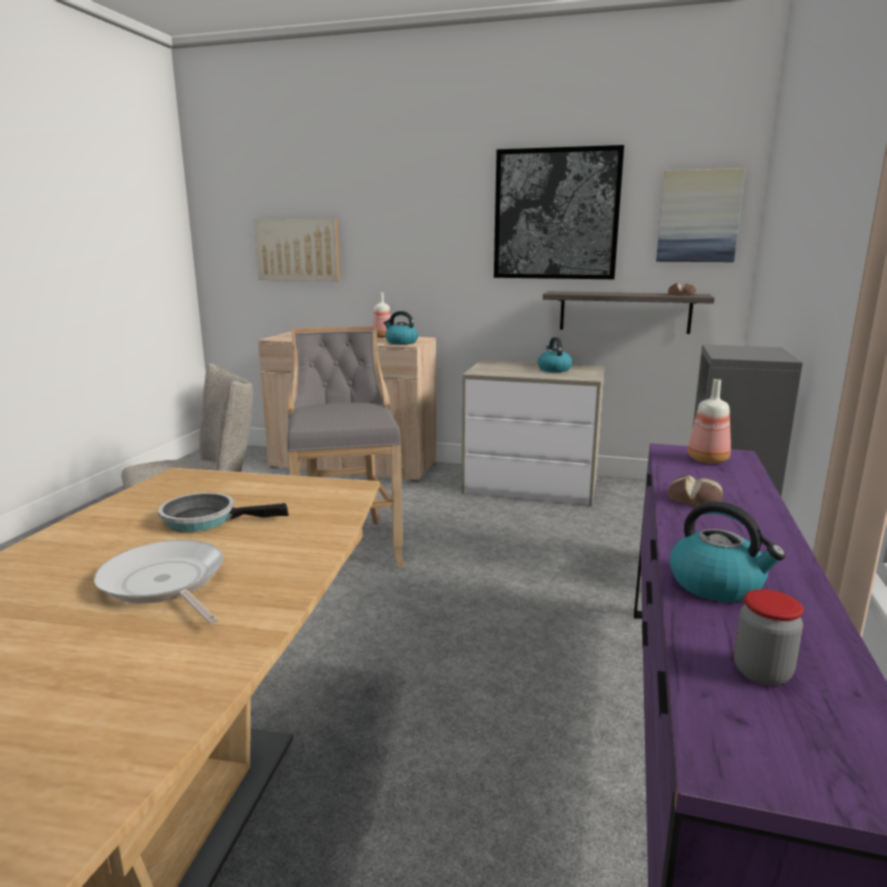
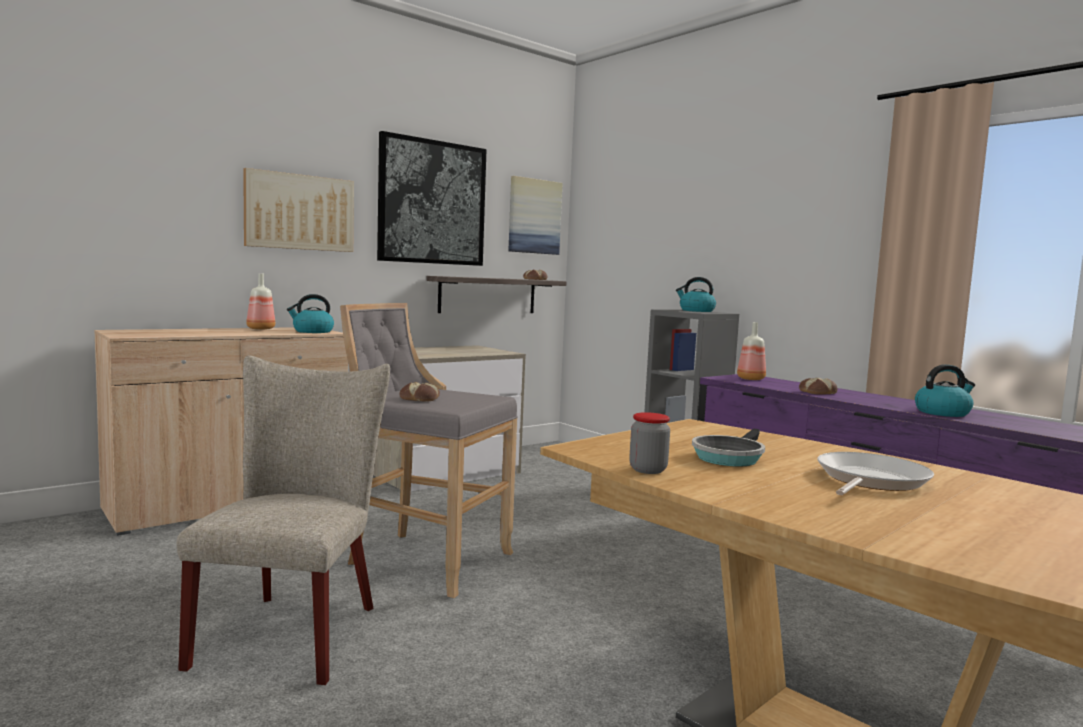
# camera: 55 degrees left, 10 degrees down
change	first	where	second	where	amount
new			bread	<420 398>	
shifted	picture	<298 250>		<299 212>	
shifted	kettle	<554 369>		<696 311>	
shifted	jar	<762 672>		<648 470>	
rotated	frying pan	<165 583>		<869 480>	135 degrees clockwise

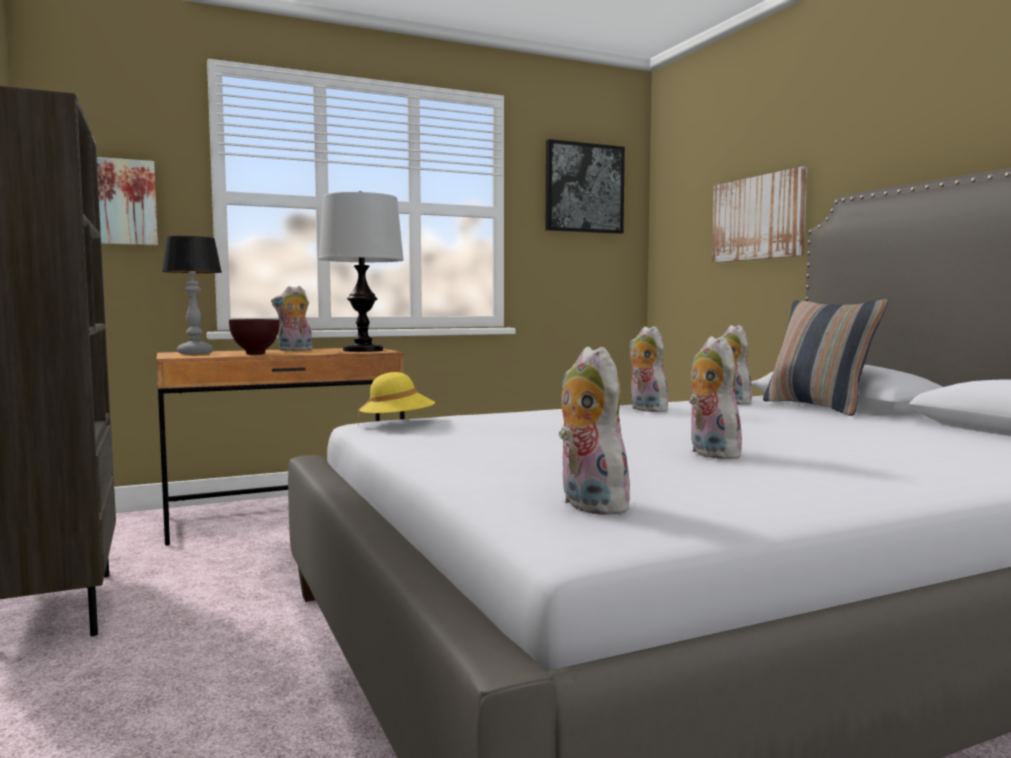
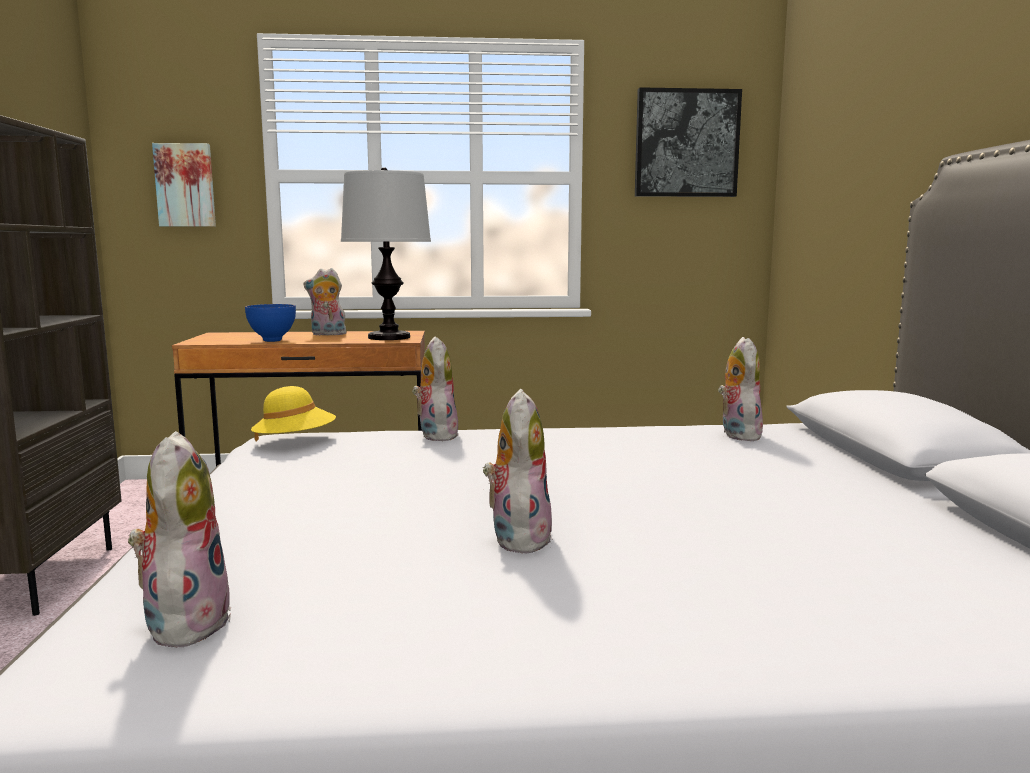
# camera: 20 degrees right, 5 degrees up
change	first	where	second	where	amount
gone	table lamp	<194 353>			
gone	picture	<758 218>			
gone	pillow	<818 407>			
shifted	plush toy	<645 409>		<435 435>	
repainted	brown bowl	<255 354>	blue bowl	<271 341>	

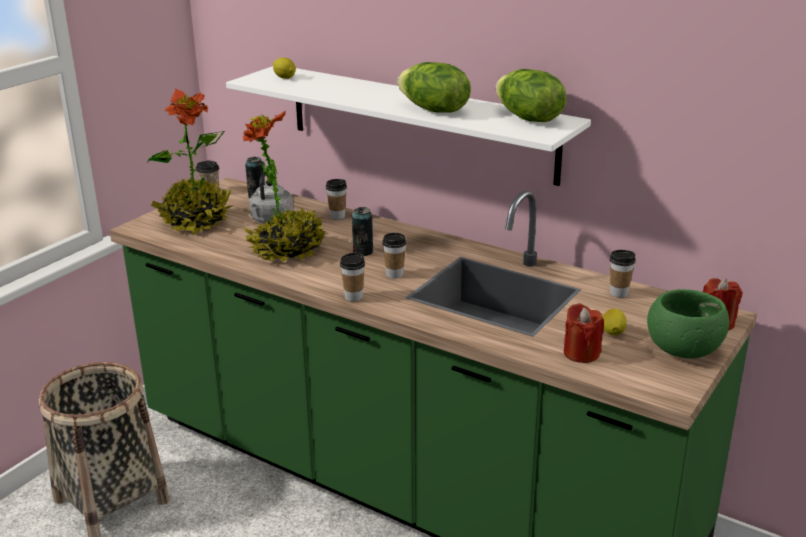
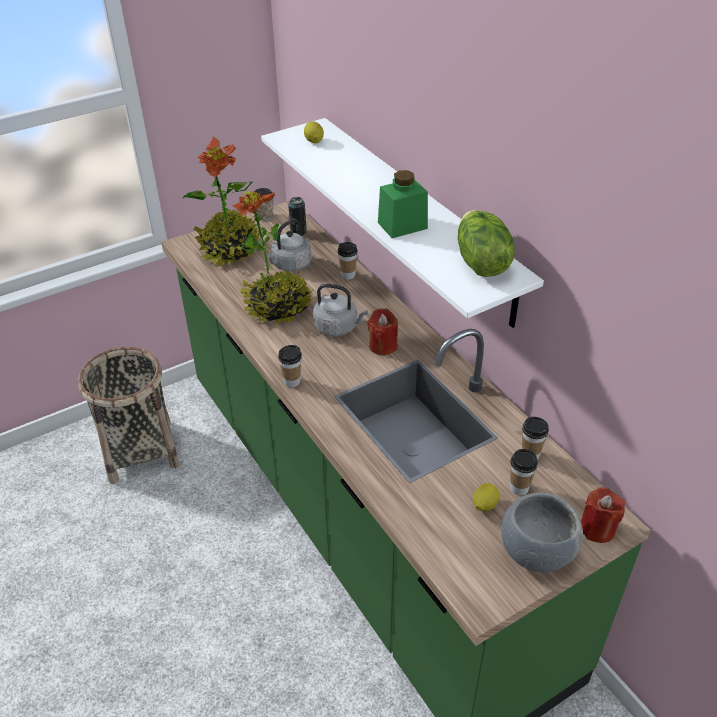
# camera: 25 degrees right, 15 degrees up
change	first	where	second	where	amount
shifted	cup	<394 274>		<519 488>	
shifted	red candle	<581 353>		<383 346>	
swapped	can	<363 252>	grey kettle	<338 327>	
swapped	lettuce	<433 110>	green jar	<402 225>	
repainted	green bowl	<683 349>	grey bowl	<537 551>	

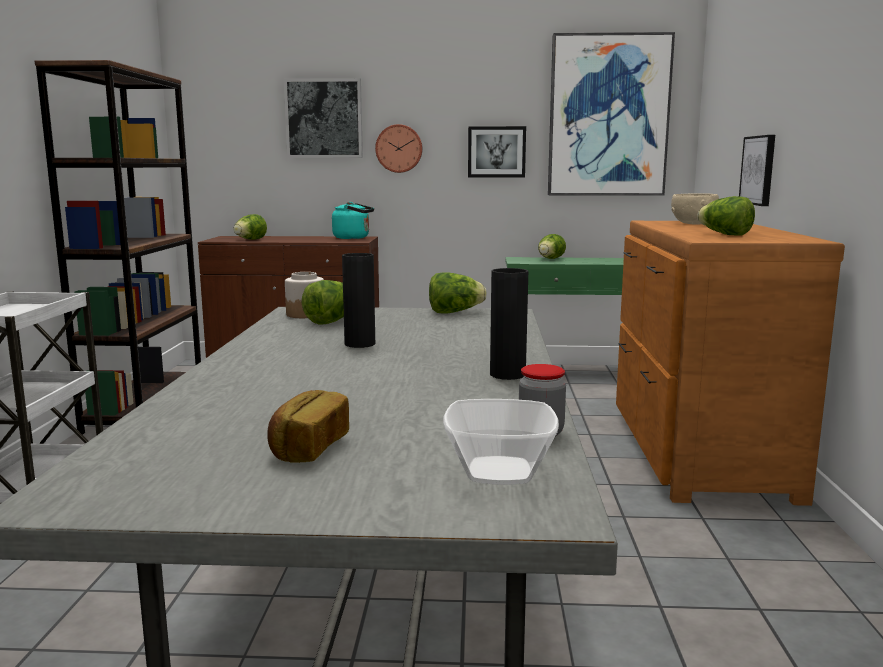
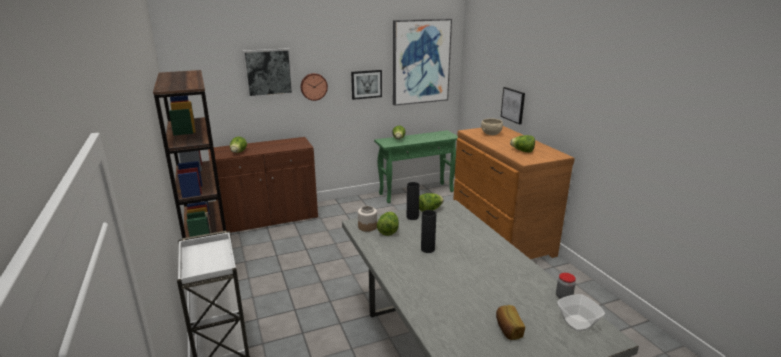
# camera: 25 degrees left, 10 degrees up
change	first	where	second	where	amount
gone	turquoise kettle	<353 238>			
shifted	black vase	<507 374>		<412 217>	

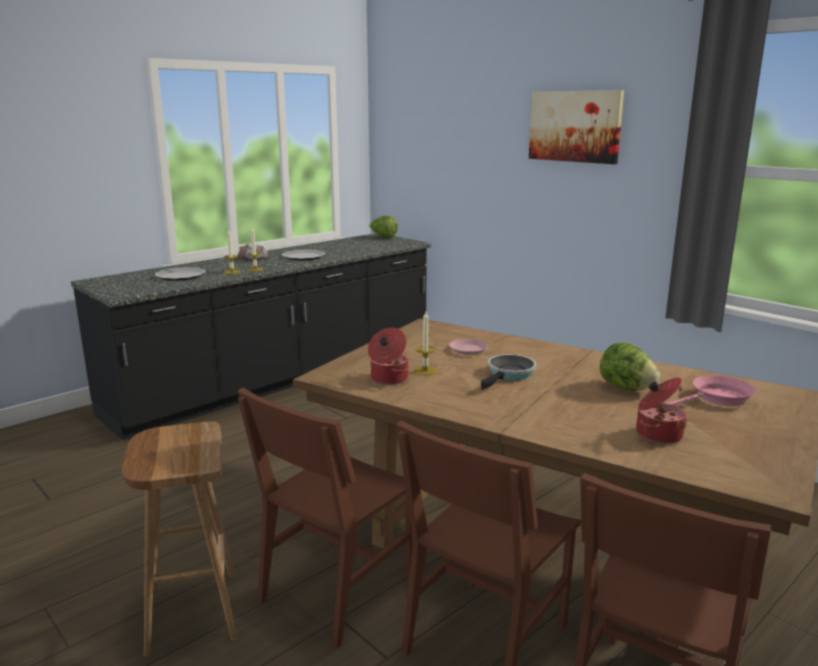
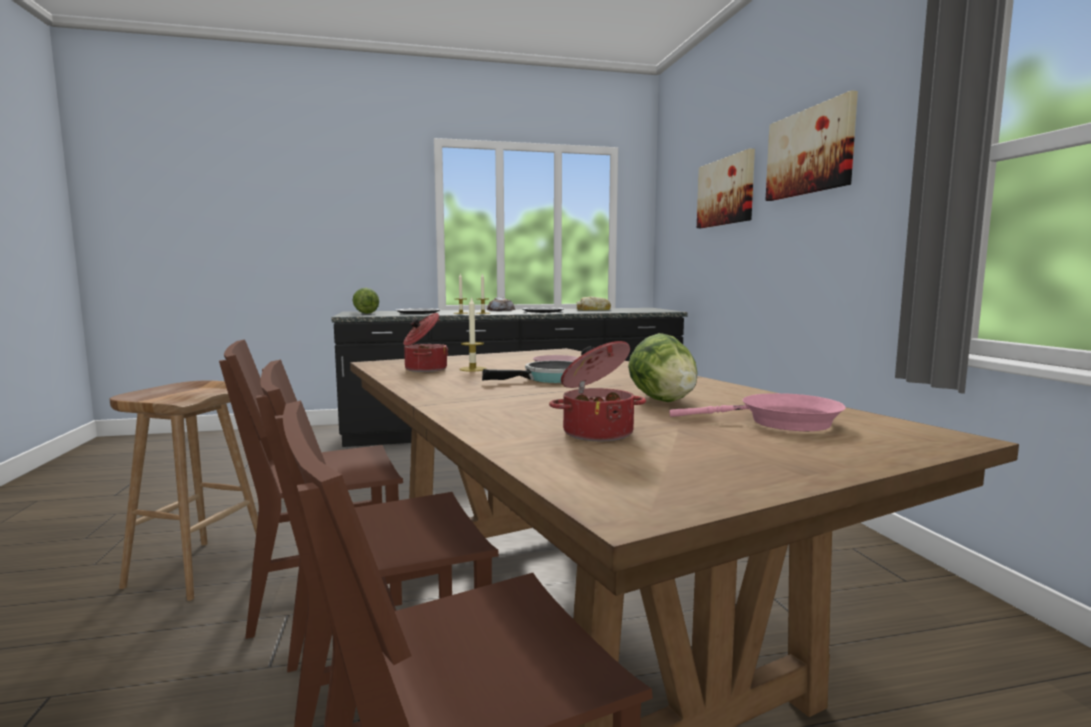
# camera: 30 degrees right, 10 degrees down
change	first	where	second	where	amount
new			bread	<593 310>	
new			picture	<726 192>	
shifted	lettuce	<383 237>		<366 313>	

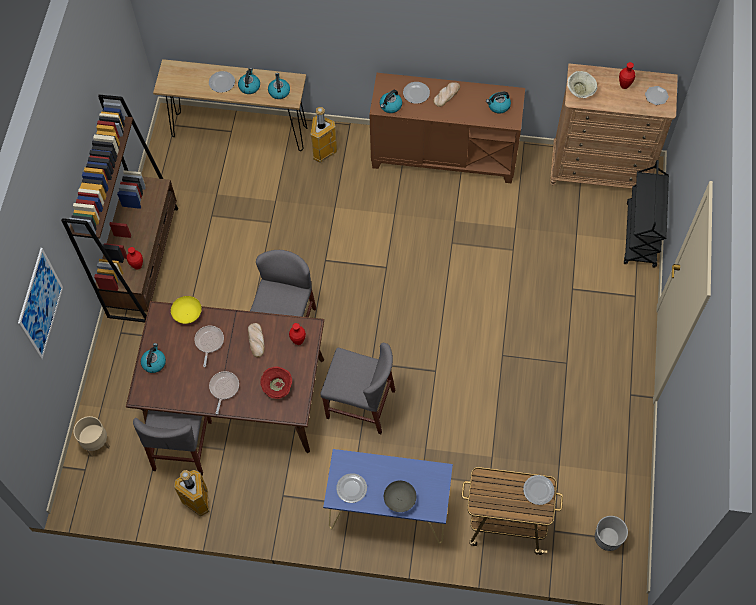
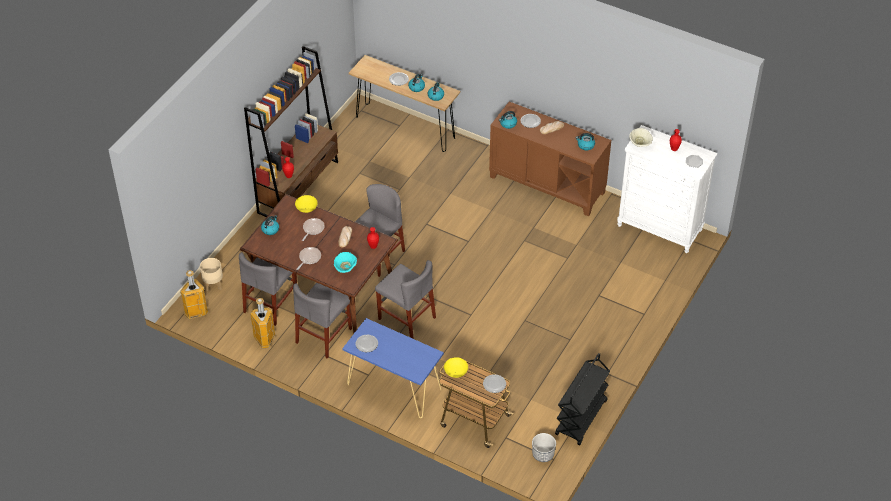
# camera: 20 degrees right, 15 degrees down
change	first	where	second	where	amount
gone	picture	<40 304>			
gone	grey bowl	<400 499>			
new			grey chair	<324 335>	
new			yellow bowl	<455 372>	
shifted	trash can	<323 152>		<196 312>	
shifted	black cart	<641 235>		<581 418>	
repainted	red bowl	<277 387>	turquoise bowl	<345 268>	
repainted	brown dresser	<599 171>	white dresser	<660 228>	

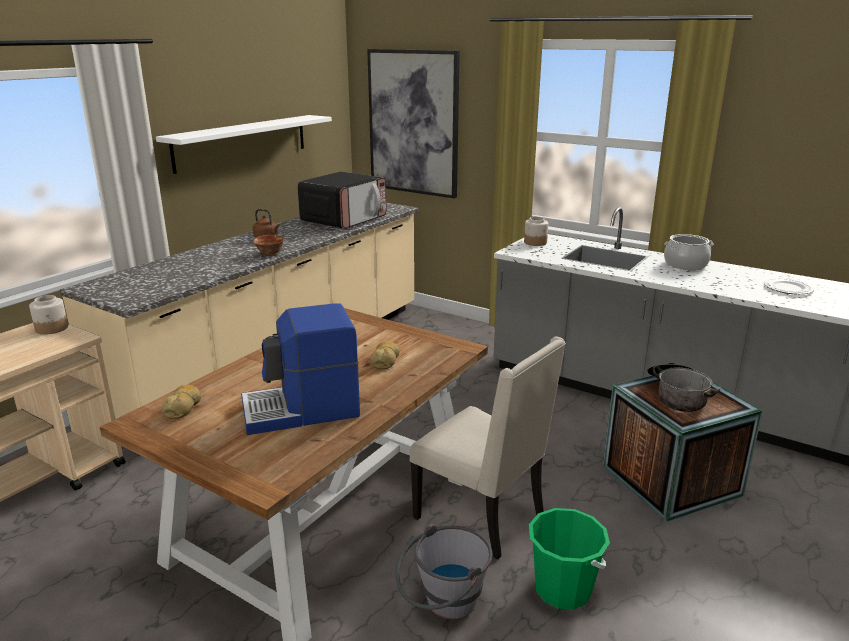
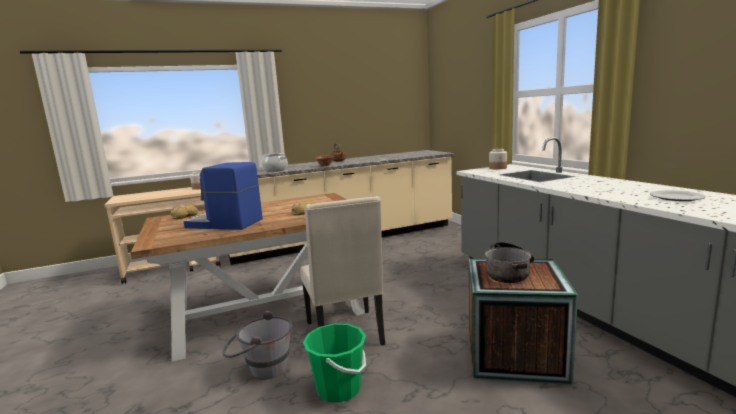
# camera: 35 degrees right, 10 degrees down
change	first	where	second	where	amount
gone	white shelf	<242 142>			
gone	microwave	<344 220>			
gone	picture	<413 123>			
shifted	cooking pot	<685 265>		<275 170>	

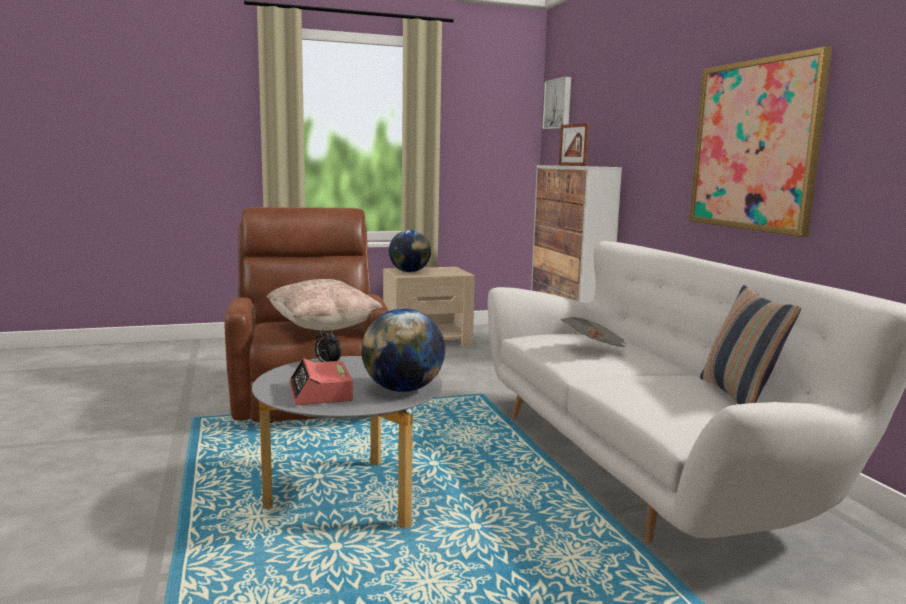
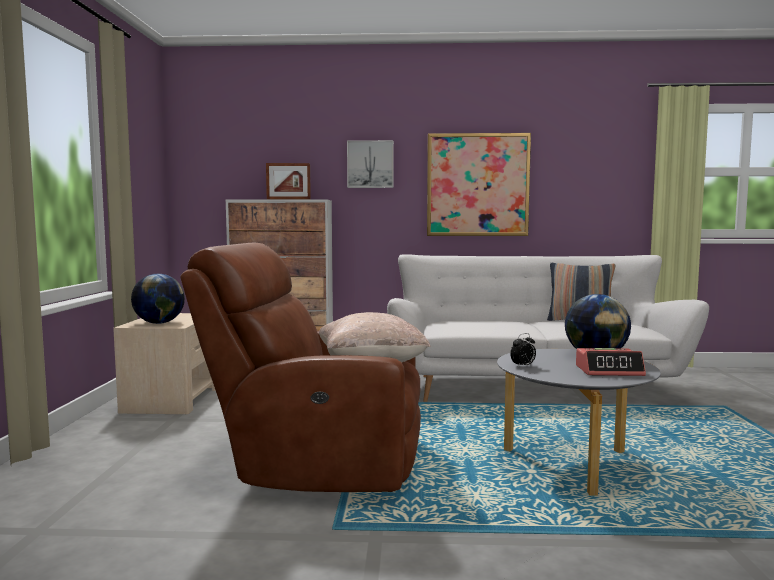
# camera: 70 degrees left, 5 degrees down
change	first	where	second	where	amount
gone	newspaper	<595 350>			
shifted	picture	<559 104>		<370 164>	

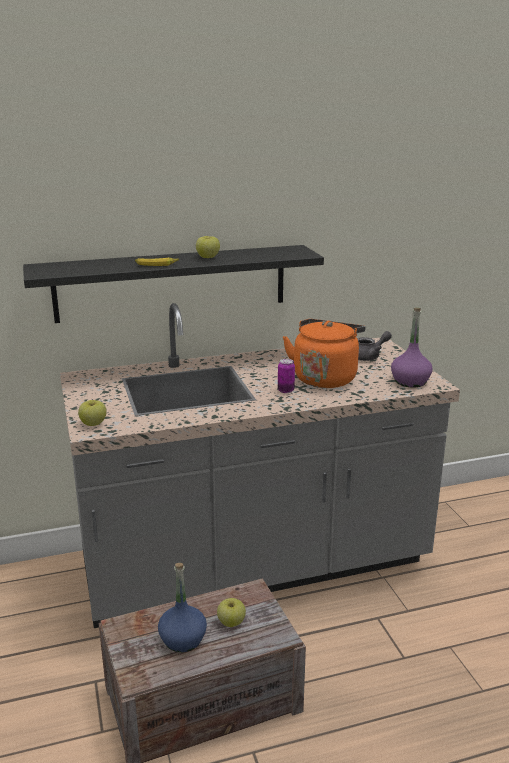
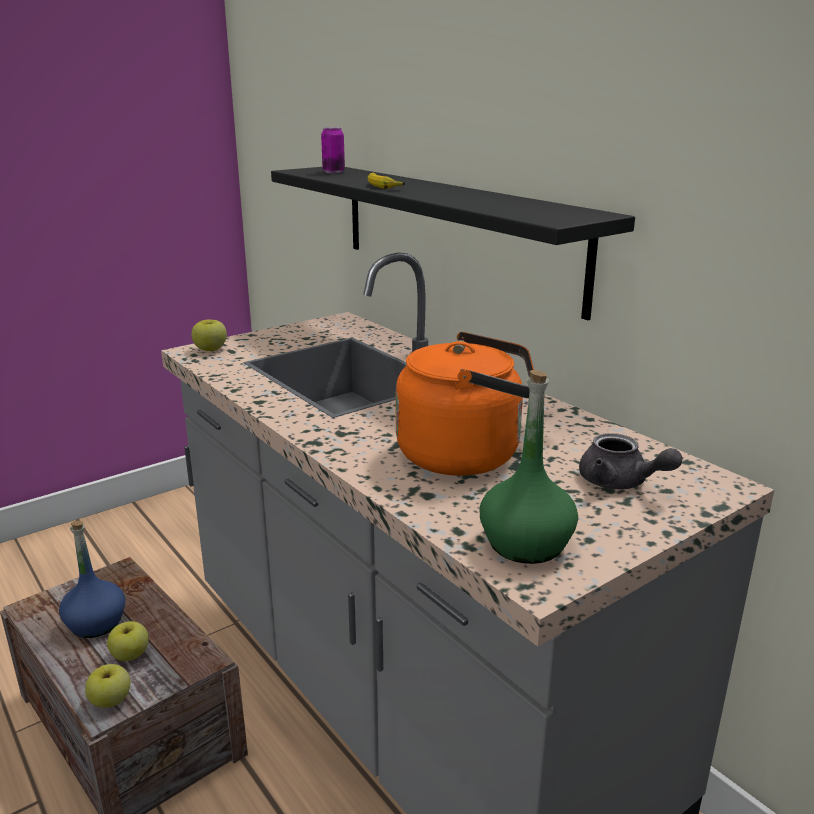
# camera: 70 degrees right, 0 degrees up
change	first	where	second	where	amount
shifted	apple	<208 257>		<111 701>	
shifted	can	<285 390>		<333 172>	
repainted	purple bottle	<410 381>	green bottle	<526 543>	

